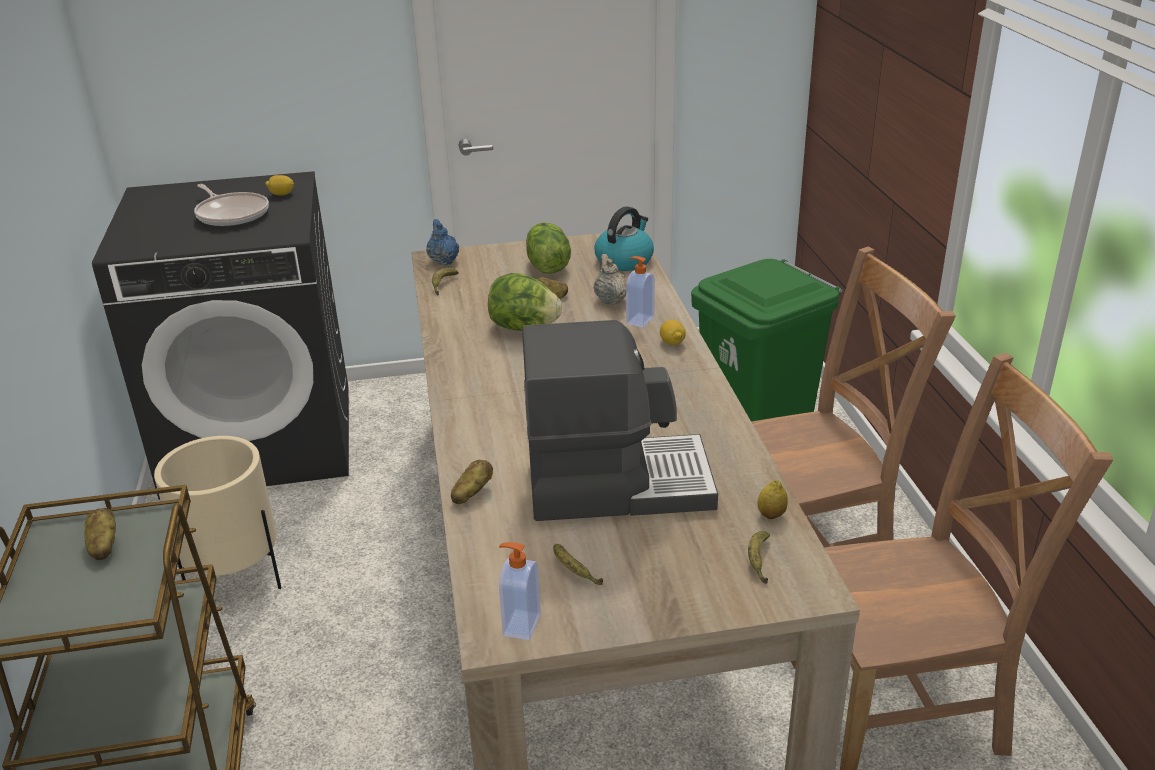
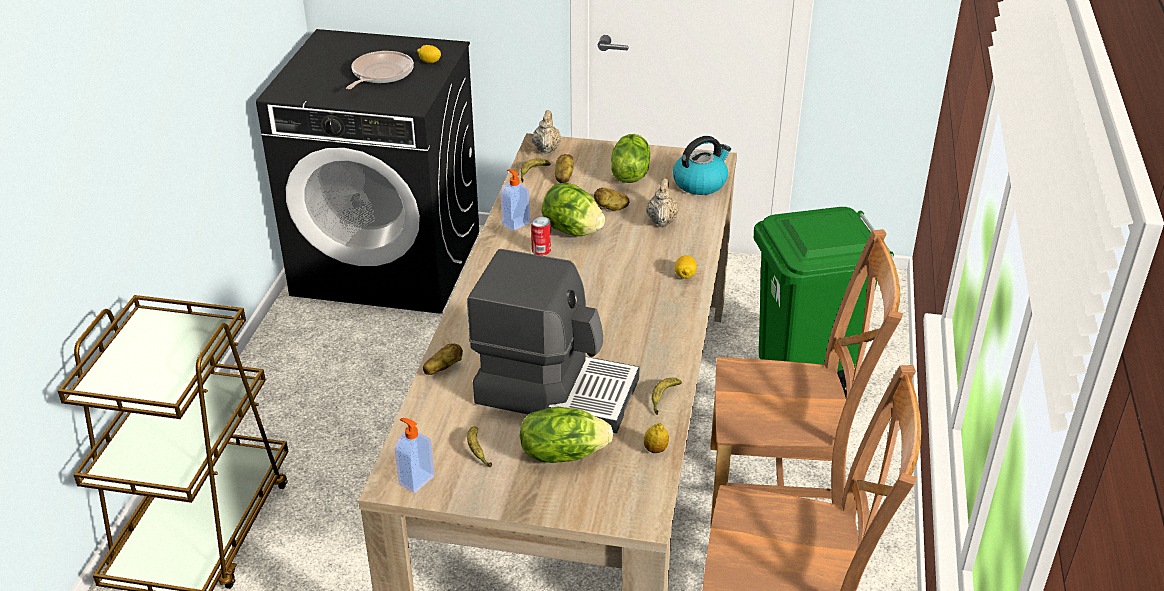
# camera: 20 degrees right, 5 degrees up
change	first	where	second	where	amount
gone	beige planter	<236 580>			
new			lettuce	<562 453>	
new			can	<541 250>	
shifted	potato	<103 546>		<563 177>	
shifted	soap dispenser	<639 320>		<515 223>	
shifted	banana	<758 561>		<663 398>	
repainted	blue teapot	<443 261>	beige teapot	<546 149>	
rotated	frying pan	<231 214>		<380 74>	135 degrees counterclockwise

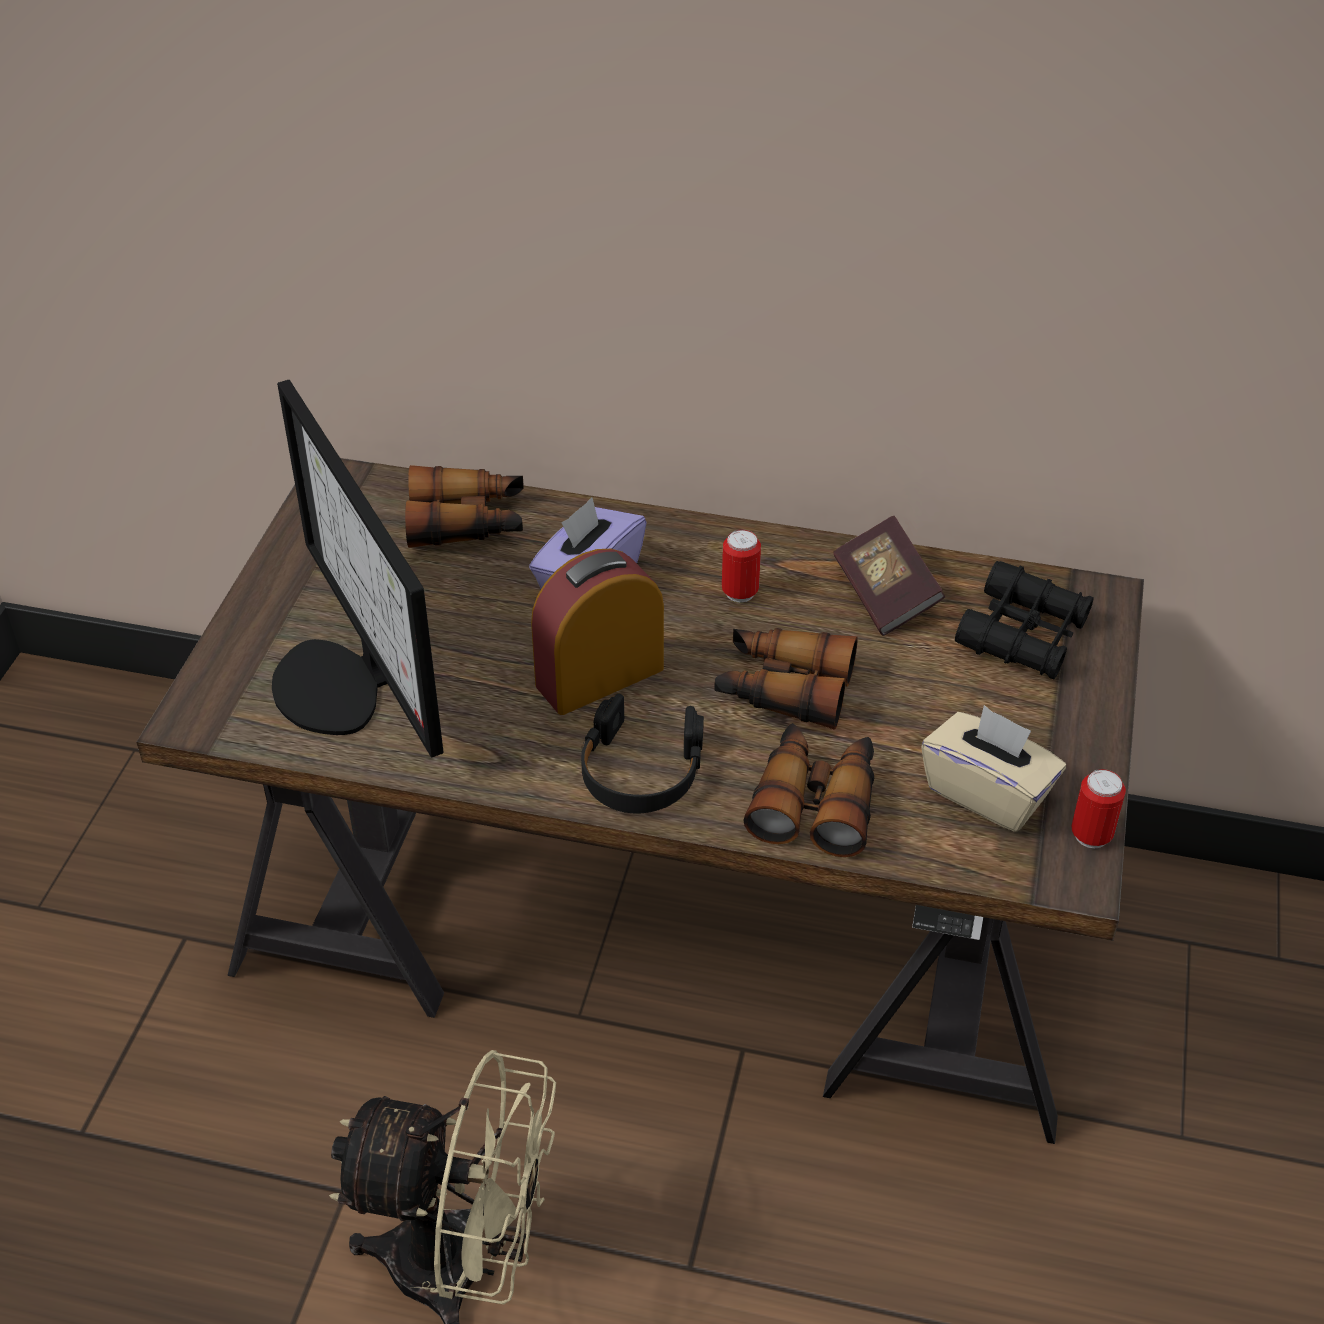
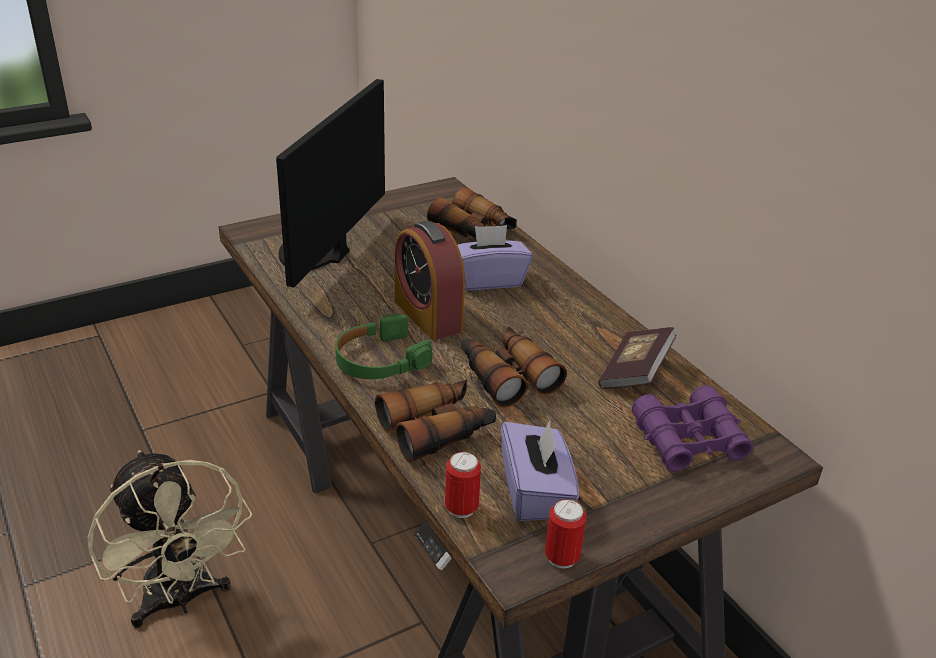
# camera: 45 degrees right, 10 degrees down
change	first	where	second	where	amount
shifted	can	<740 592>		<461 508>	
repainted	black headphones	<640 770>	green headphones	<379 360>	
repainted	beige tissue box	<987 793>	purple tissue box	<535 492>	
repainted	black binoculars	<1023 634>	purple binoculars	<689 440>	
rotated	alarm clock	<599 676>		<428 315>	135 degrees counterclockwise

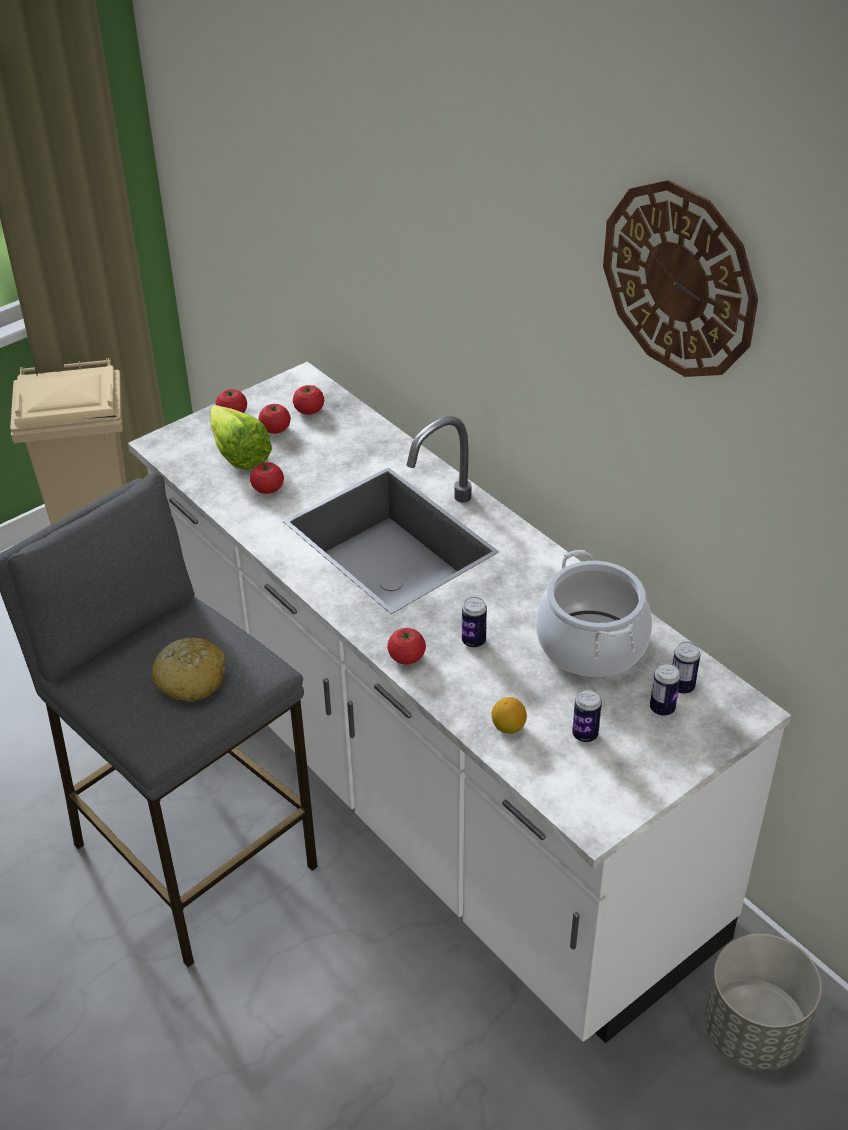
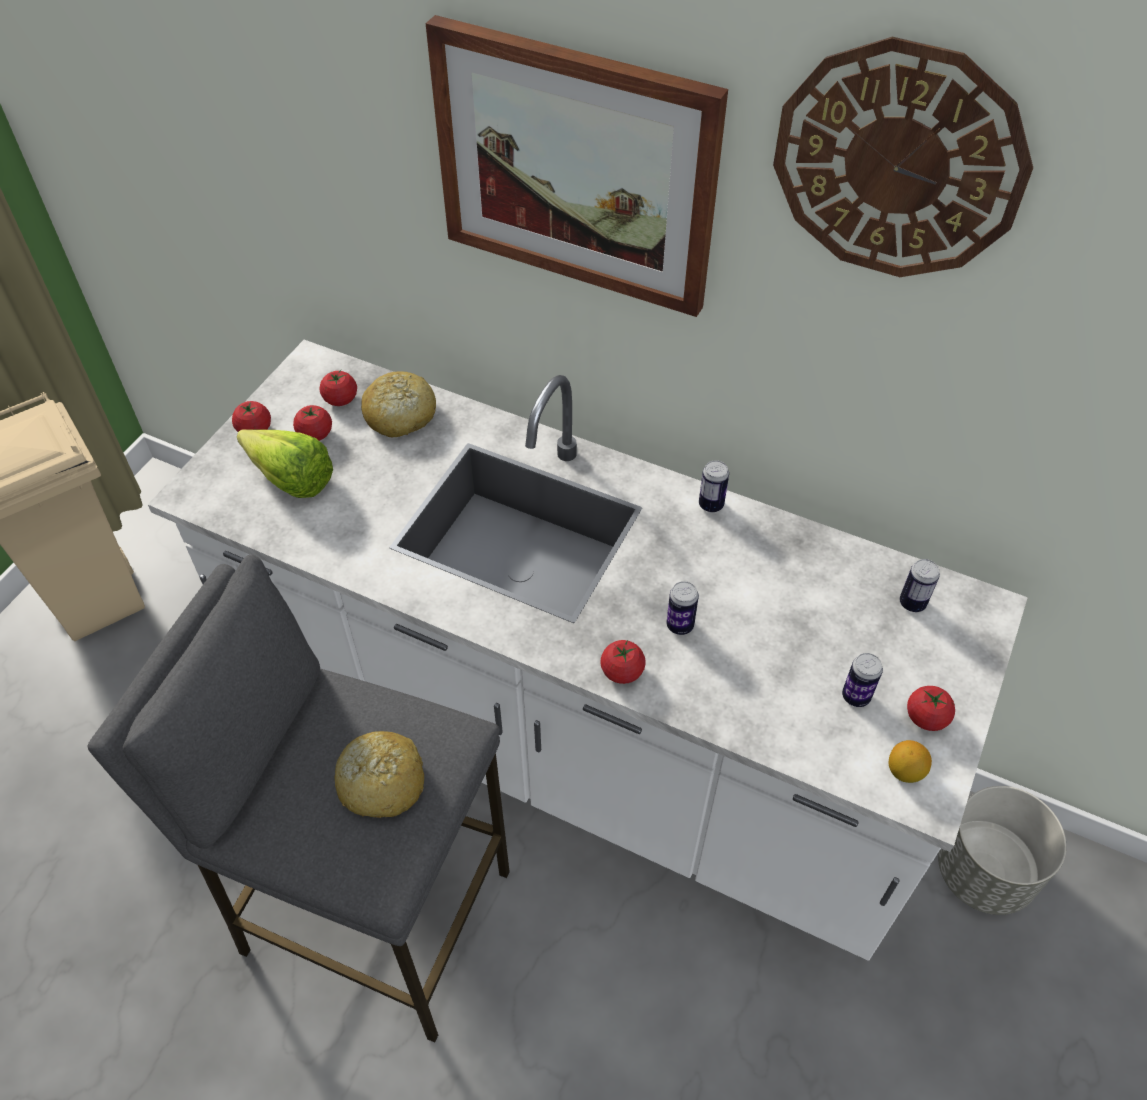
# camera: 25 degrees left, 10 degrees up
change	first	where	second	where	amount
gone	cooking pot	<592 644>			
new			bread	<400 415>	
new			picture	<575 168>	
shifted	tomato	<268 489>		<926 717>	
shifted	lemon	<508 727>		<904 771>	
shifted	can	<662 708>		<711 505>	

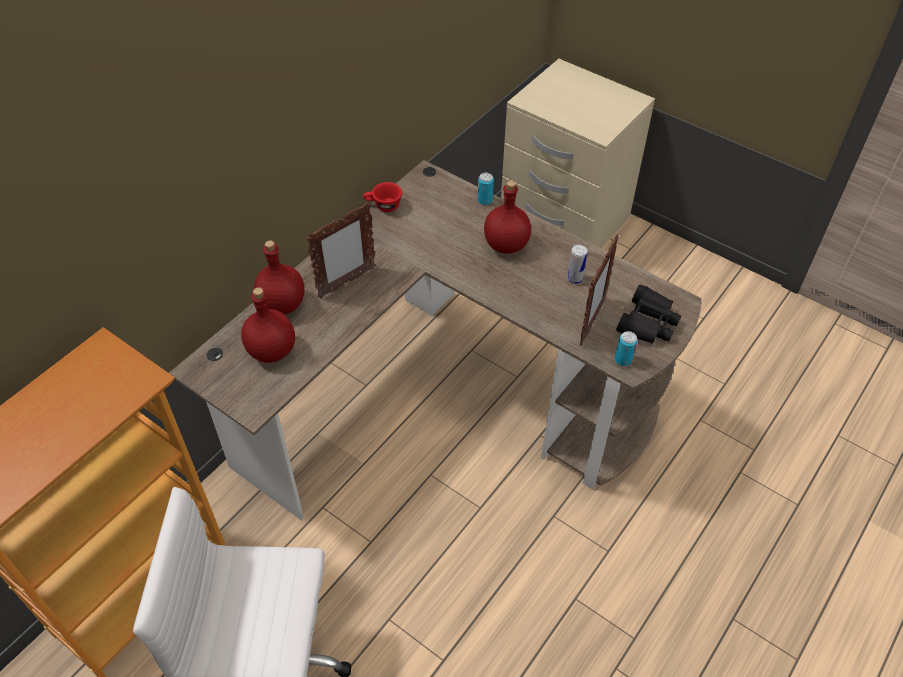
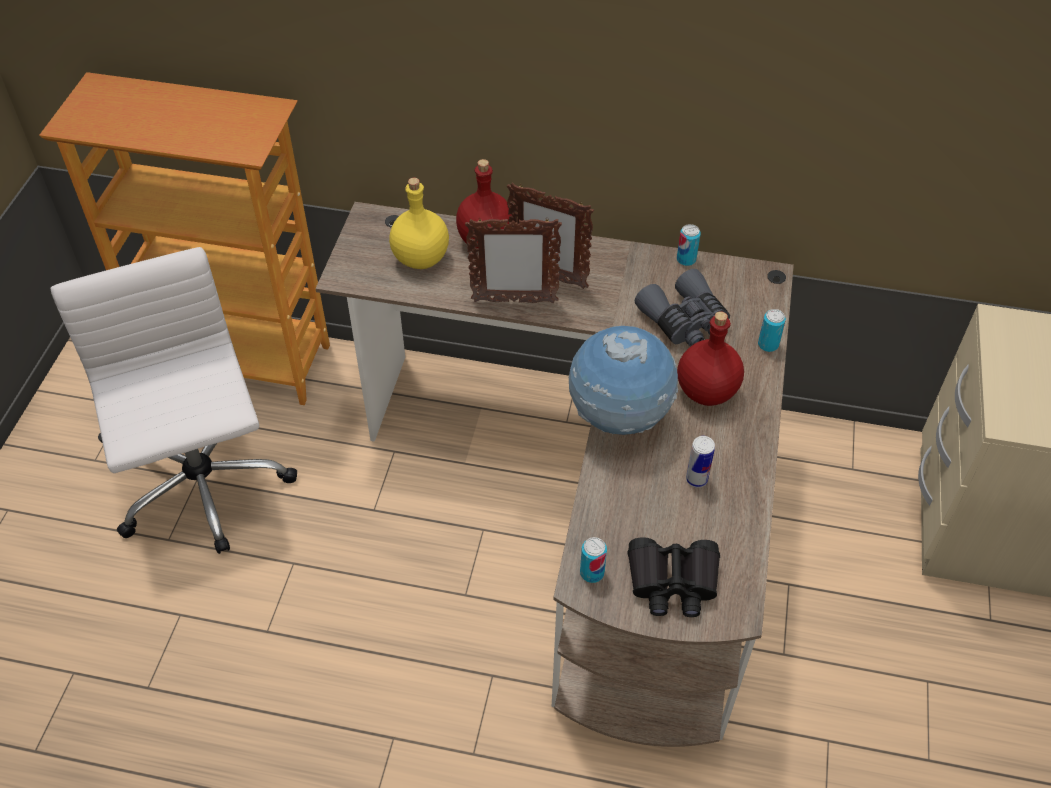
# camera: 65 degrees right, 0 degrees up
change	first	where	second	where	amount
new			globe	<619 418>	
new			grey binoculars	<685 322>	
shifted	picture frame	<591 322>		<513 301>	
swapped	red cup	<383 206>	can	<686 260>	
repainted	red bottle	<272 351>	yellow bottle	<420 259>	

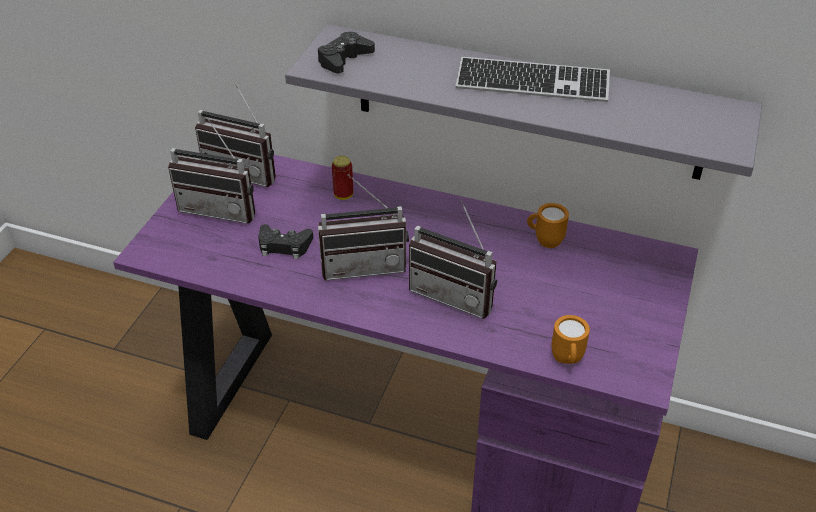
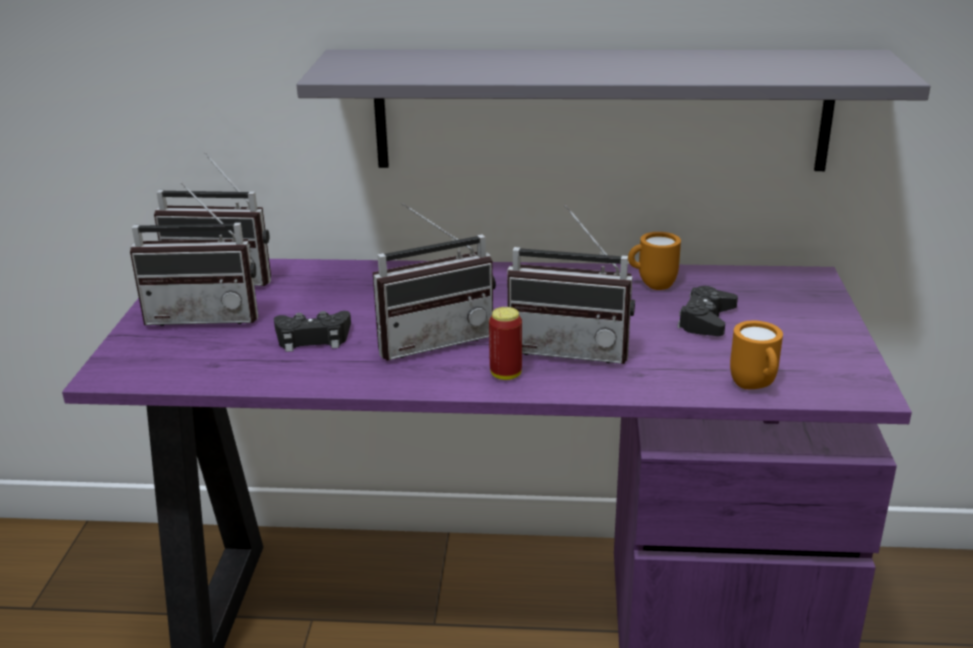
# camera: 15 degrees left, 15 degrees down
change	first	where	second	where	amount
gone	keyboard	<532 83>			
shifted	black game controller	<344 59>		<706 320>	
shifted	can	<343 195>		<505 374>	

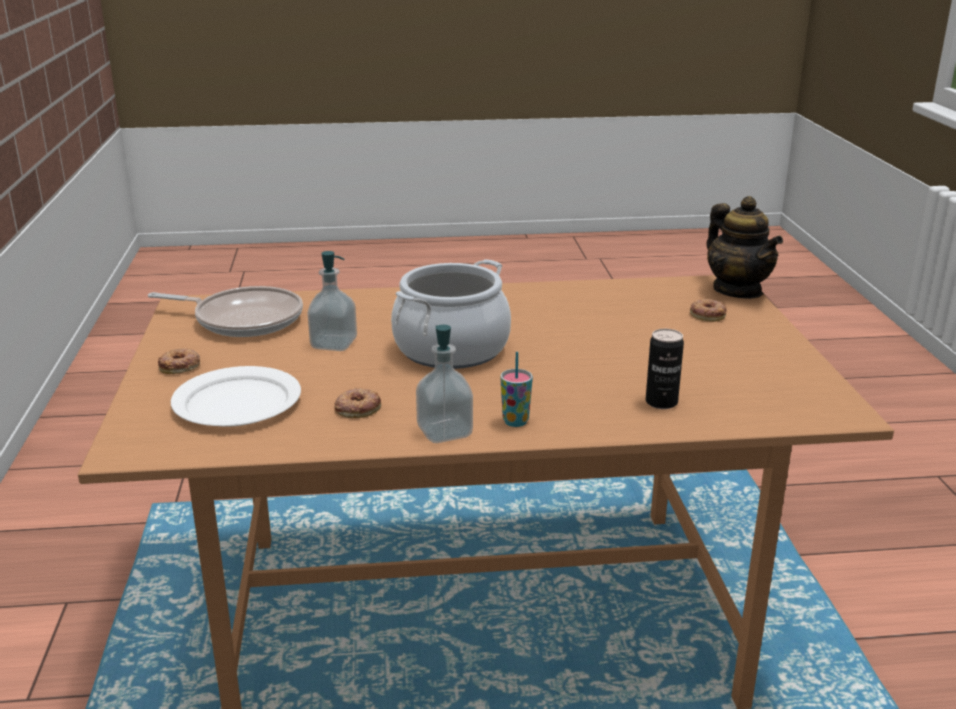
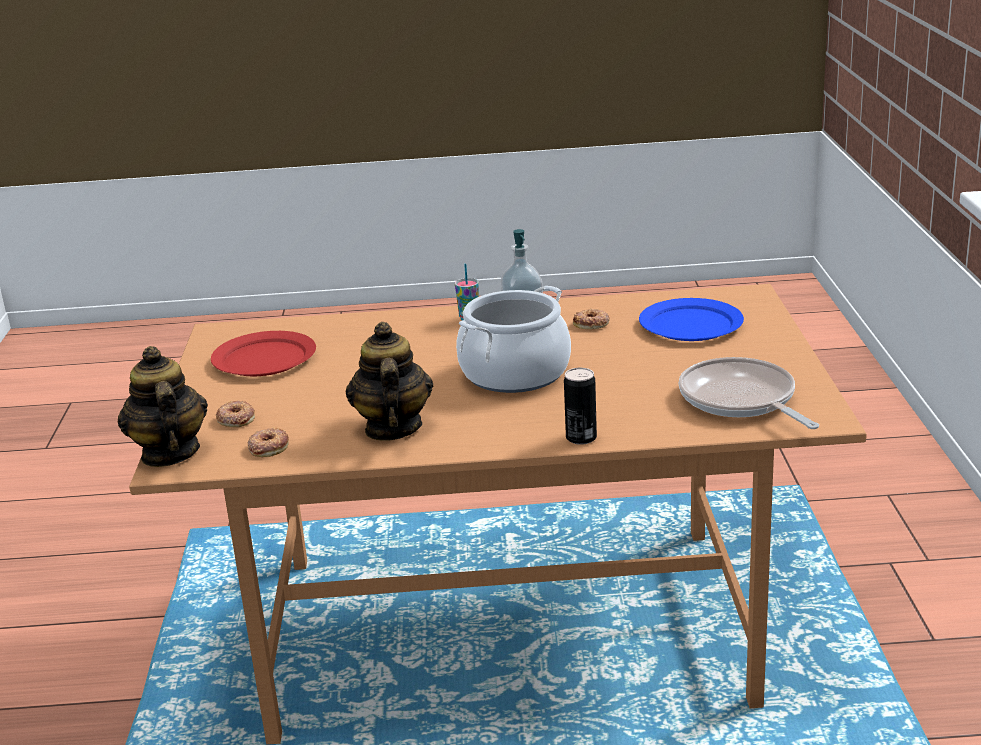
# camera: 175 degrees left, 0 degrees up
change	first	where	second	where	amount
gone	soap dispenser	<334 344>			
new			red plate	<263 359>	
new			teapot	<392 428>	
shifted	donut	<180 366>		<268 447>	
shifted	can	<661 402>		<581 438>	
repainted	white plate	<238 403>	blue plate	<690 324>	
rotated	frying pan	<243 319>		<741 400>	45 degrees clockwise

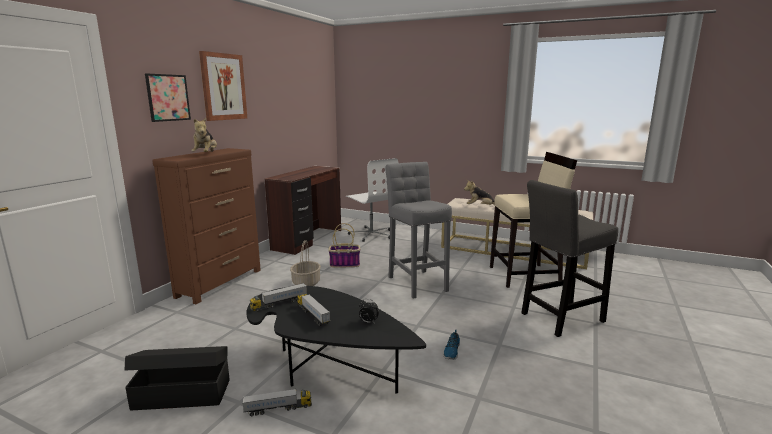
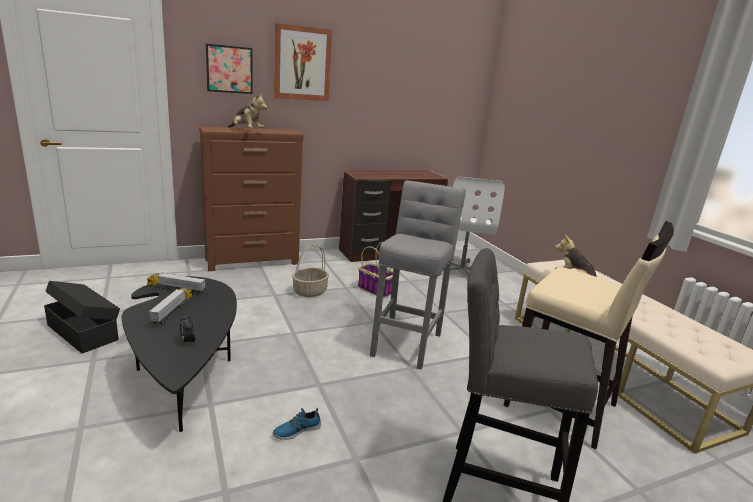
# camera: 40 degrees right, 5 degrees up
change	first	where	second	where	amount
gone	toy truck	<278 409>			
rotated	plush toy	<206 155>		<246 131>	90 degrees counterclockwise

